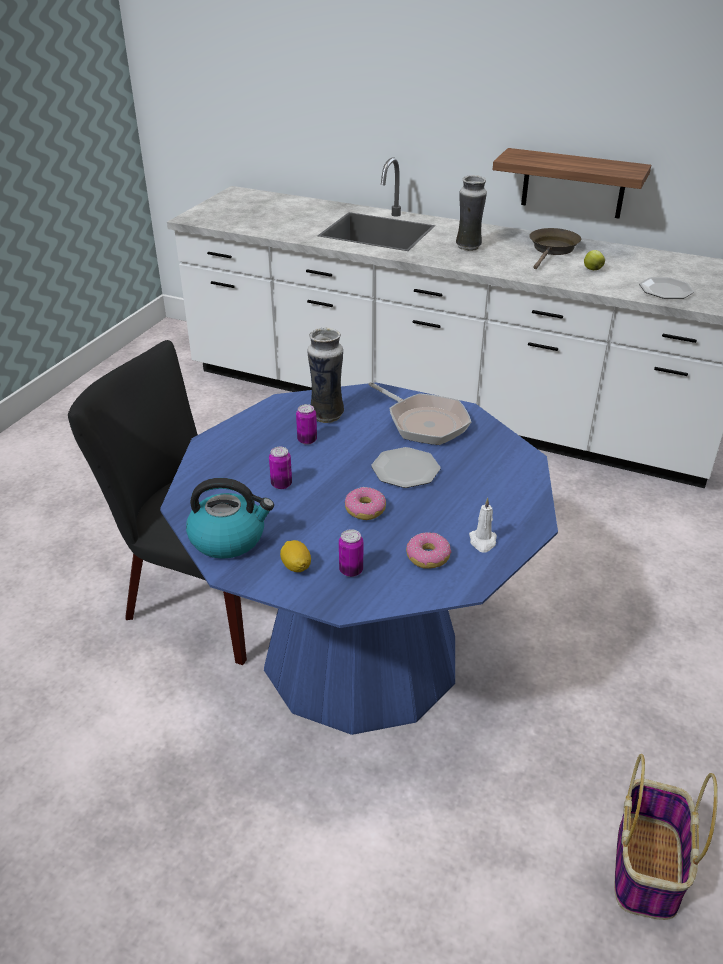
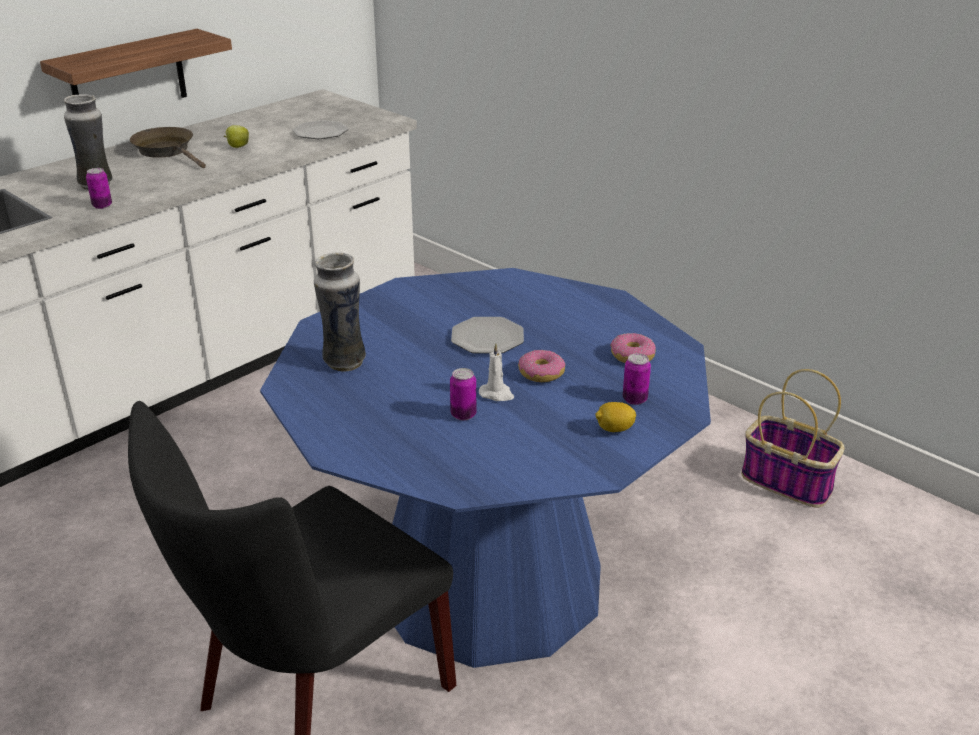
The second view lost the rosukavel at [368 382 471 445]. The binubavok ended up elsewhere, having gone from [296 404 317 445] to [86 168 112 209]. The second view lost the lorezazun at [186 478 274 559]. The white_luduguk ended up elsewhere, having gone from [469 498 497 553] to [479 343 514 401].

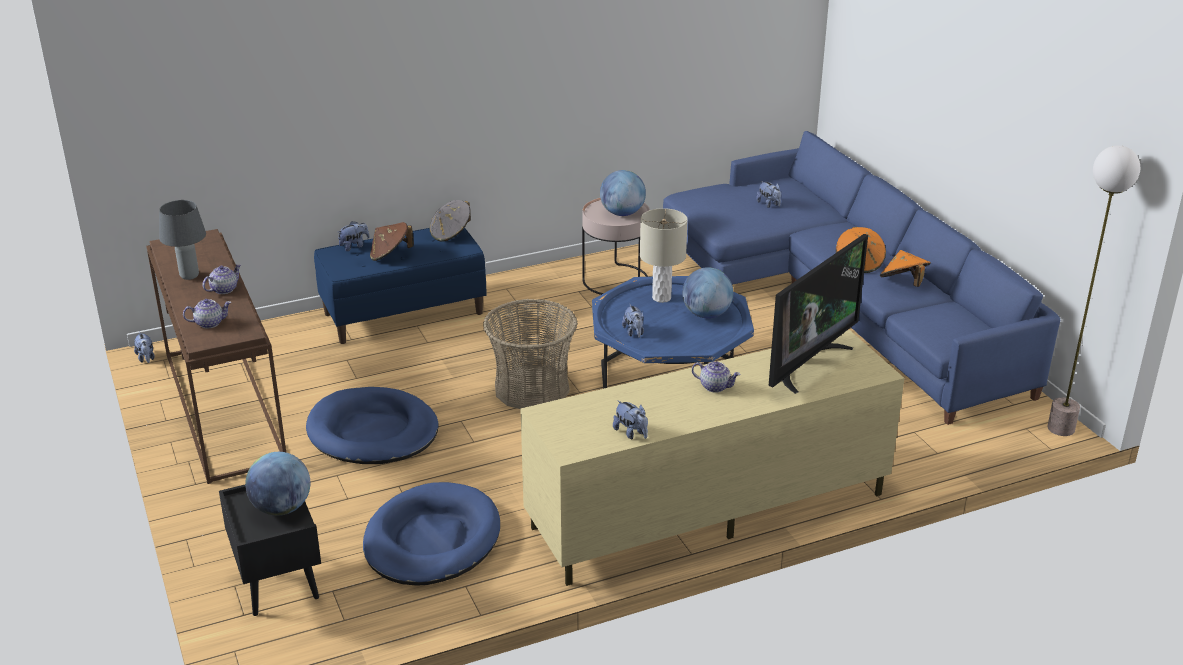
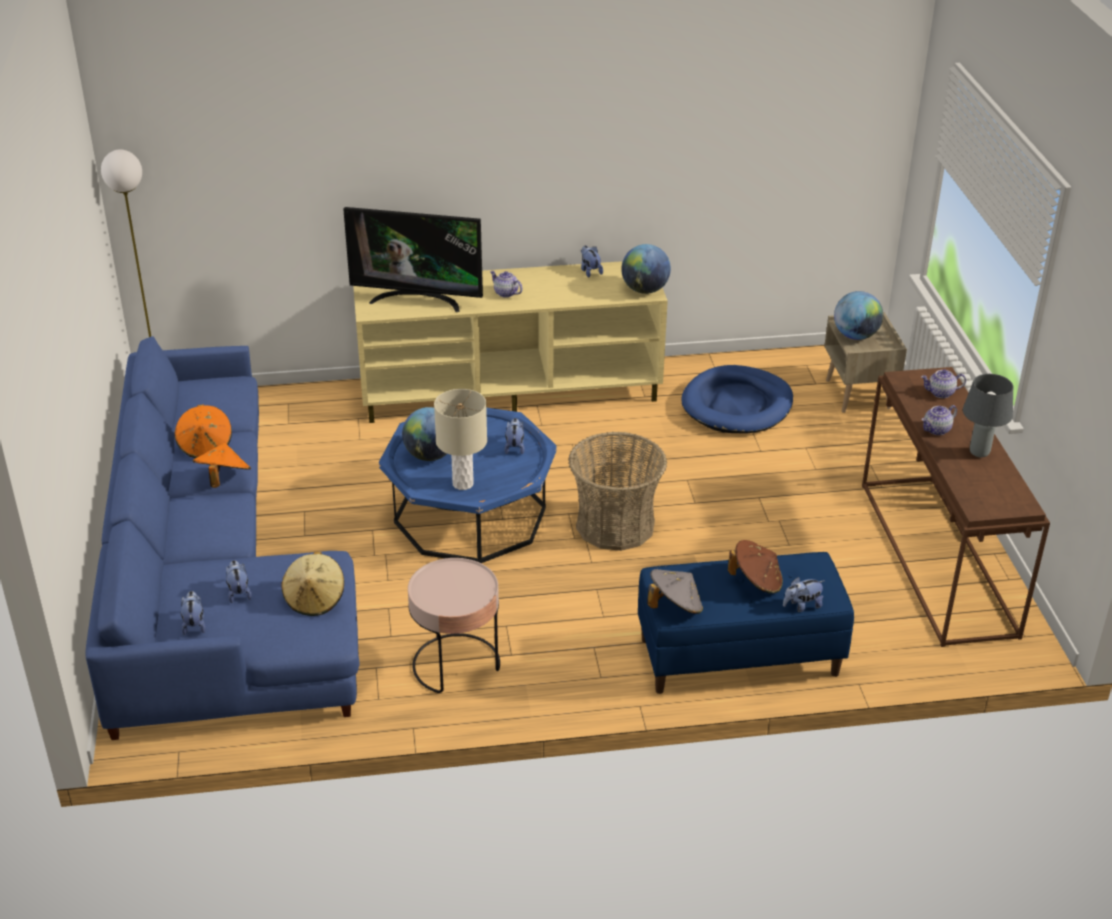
The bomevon ended up elsewhere, having gone from [600 170 646 216] to [621 244 671 294]. The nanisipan at [769 234 868 394] ended up facing another way, 135 degrees counterclockwise from before. The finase ended up elsewhere, having gone from [134 332 155 363] to [181 591 206 635]. The second view lost the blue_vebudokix at [306 387 439 464]. What was the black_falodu at [219 485 321 616] turned into the beige_falodu at [824 312 907 413]. The second view gained the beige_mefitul at [282 552 344 616].

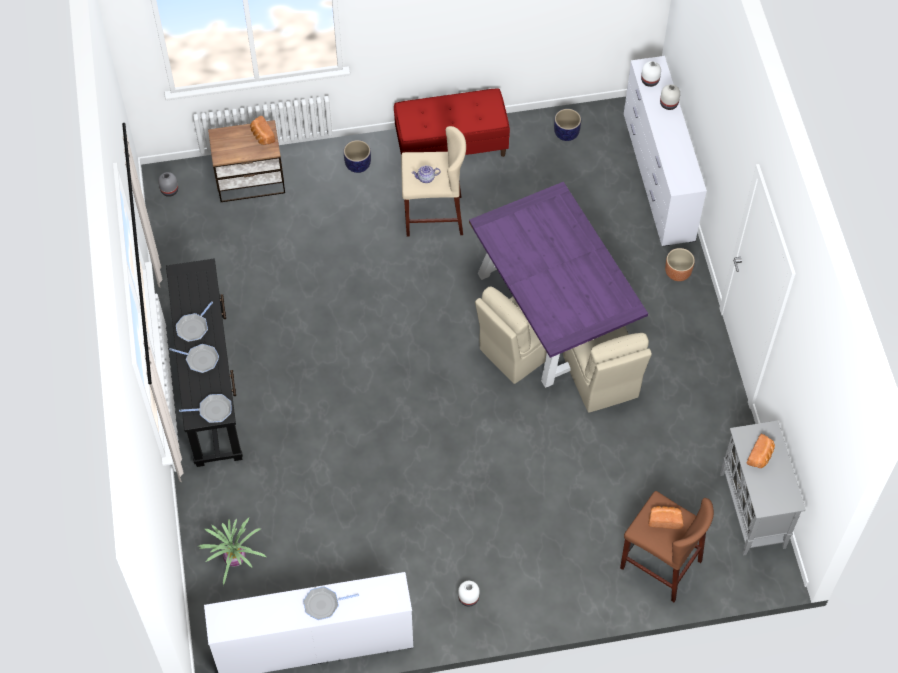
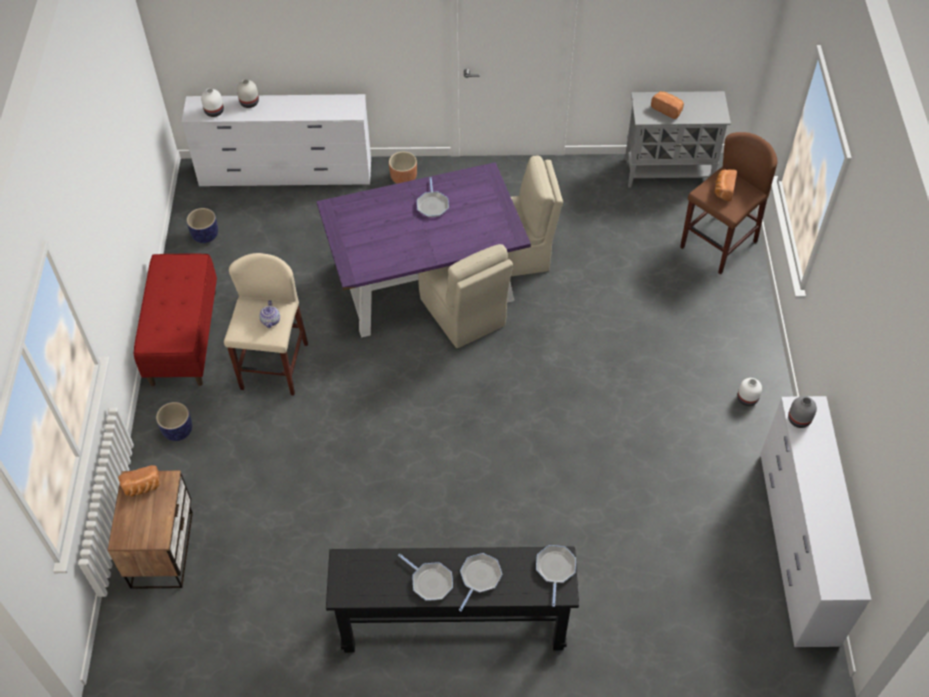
The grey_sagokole ended up elsewhere, having gone from [158 172 178 197] to [788 396 817 428]. The second view lost the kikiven at [197 518 266 586]. The rosukavel ended up elsewhere, having gone from [303 586 359 620] to [417 177 449 217].

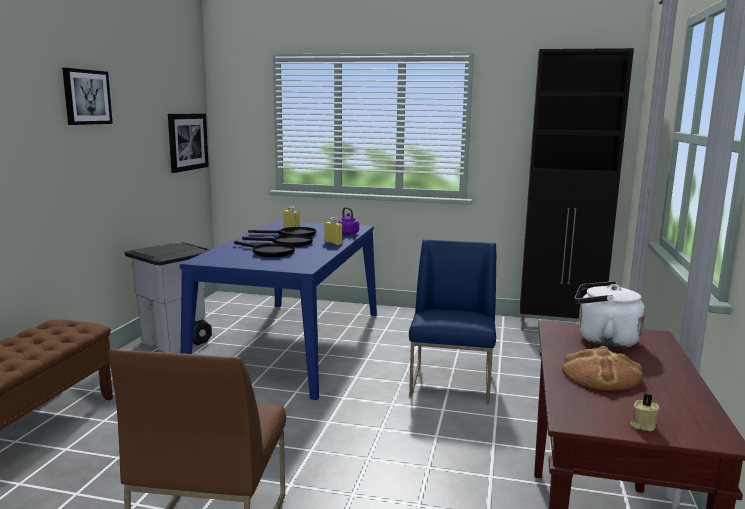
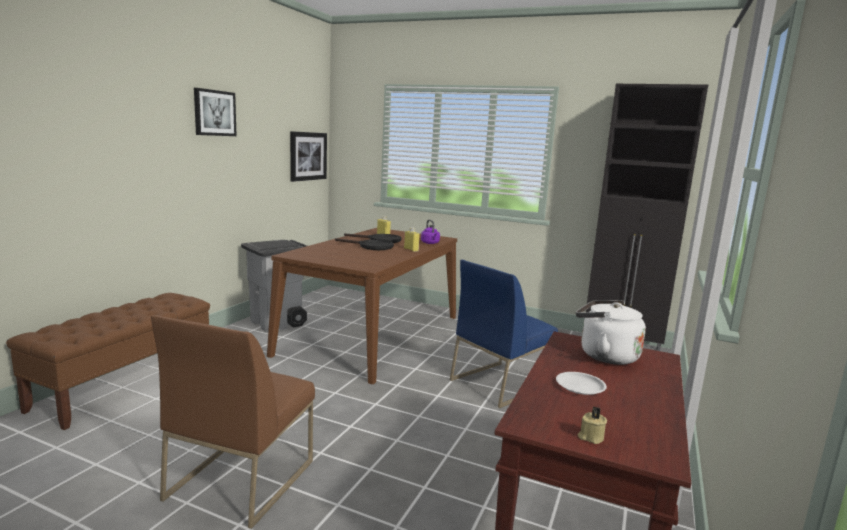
What was the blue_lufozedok at [180 220 377 400] turned into the brown_lufozedok at [267 228 457 384]. The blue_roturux at [409 239 496 404] ended up facing another way, 150 degrees counterclockwise from before. The second view lost the black_rosukavel at [234 241 295 257]. Where the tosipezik stood at [562 346 643 391], the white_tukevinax came to stand at [556 372 607 395].

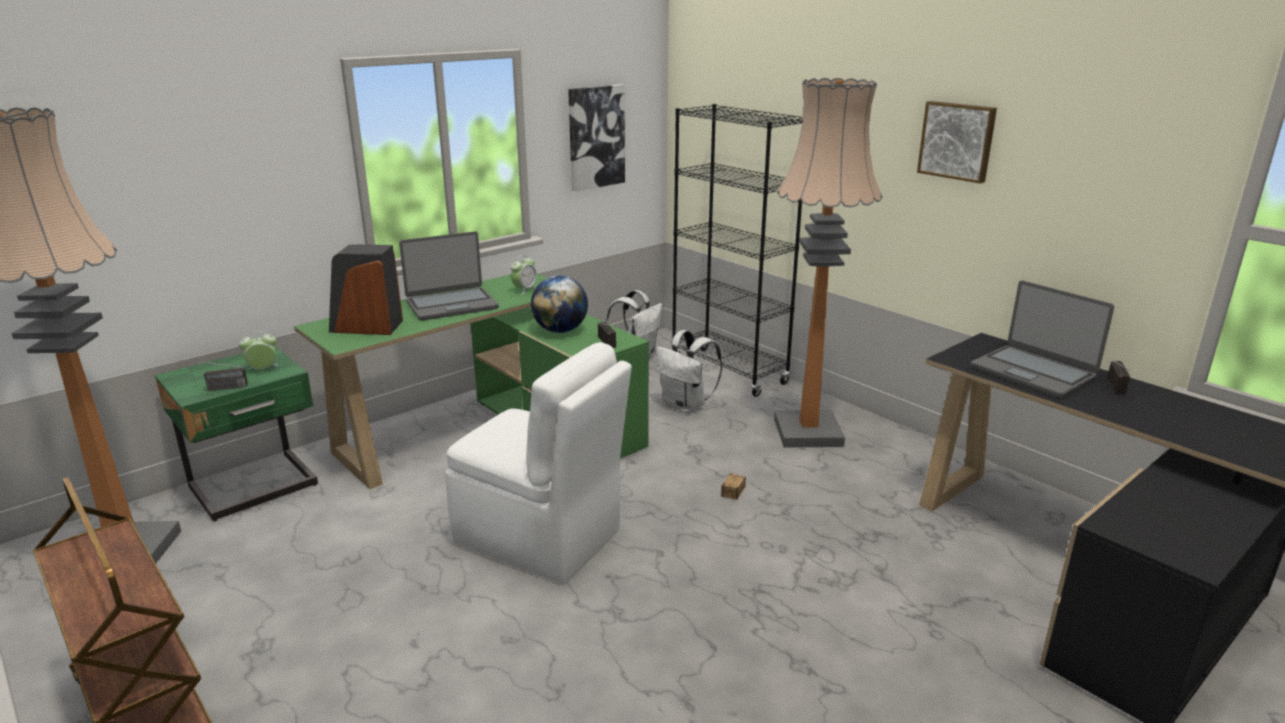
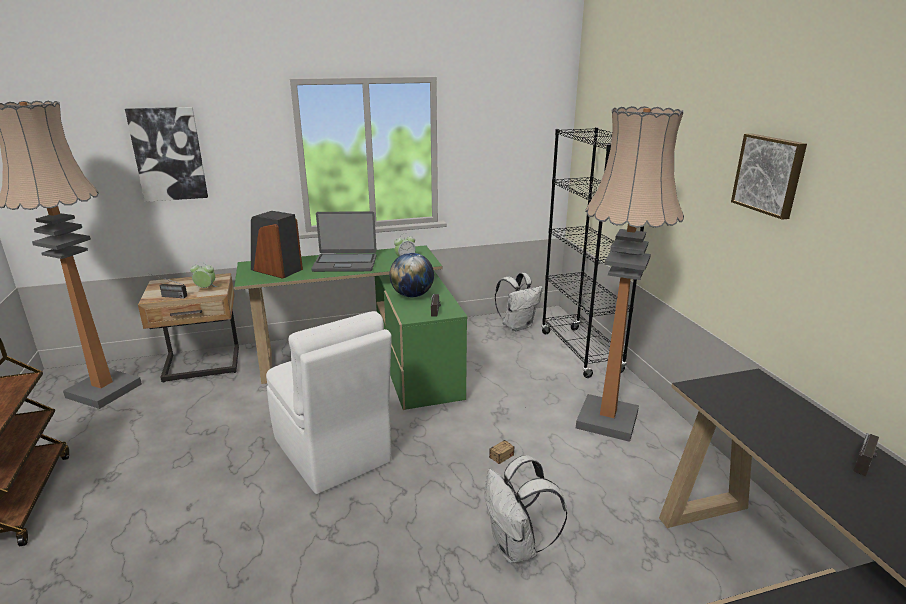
The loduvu ended up elsewhere, having gone from [568 84 625 191] to [125 107 208 202]. The second view lost the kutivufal at [970 281 1114 398]. The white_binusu ended up elsewhere, having gone from [654 330 722 413] to [485 455 567 563]. What was the green_falodu at [155 346 318 521] turned into the beige_falodu at [138 273 239 383].

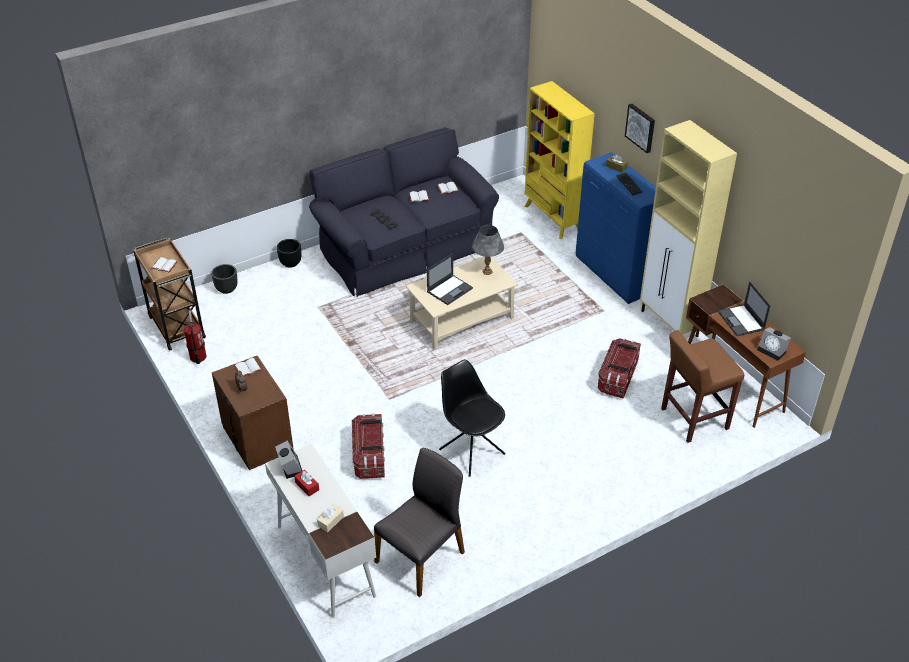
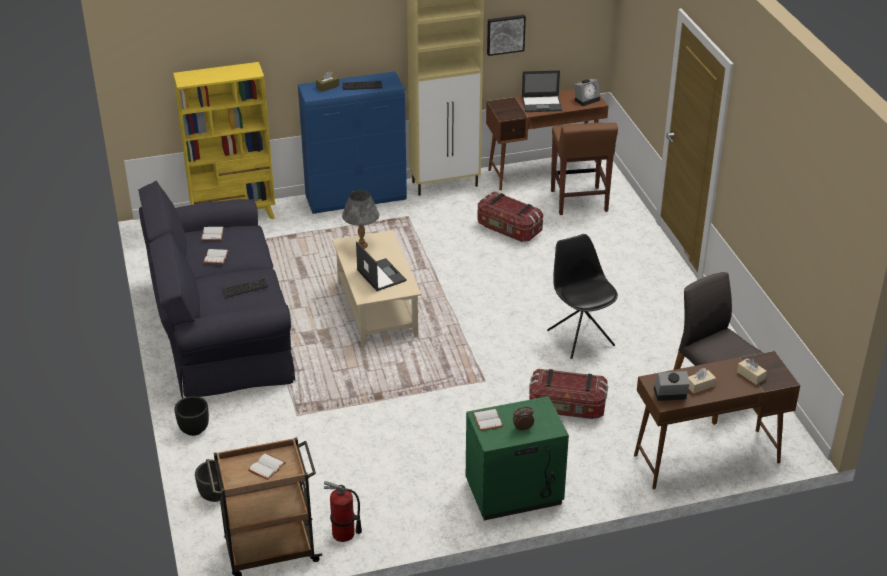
The loduvu ended up elsewhere, having gone from [625 104 655 153] to [487 15 526 56]. What was the brown_falodu at [212 356 294 470] turned into the green_falodu at [466 396 569 521]. The black_roturux at [439 360 506 477] ended up facing another way, 90 degrees clockwise from before. What was the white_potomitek at [265 444 376 618] turned into the brown_potomitek at [634 351 800 489]. What was the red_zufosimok at [294 470 319 496] turned into the beige_zufosimok at [688 368 716 394].

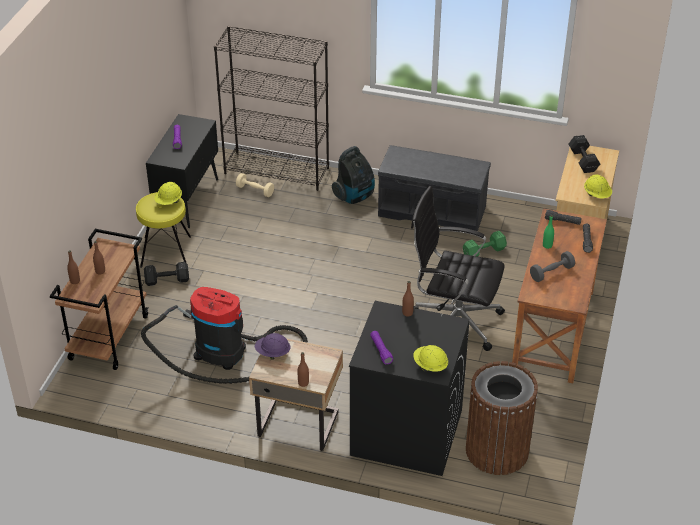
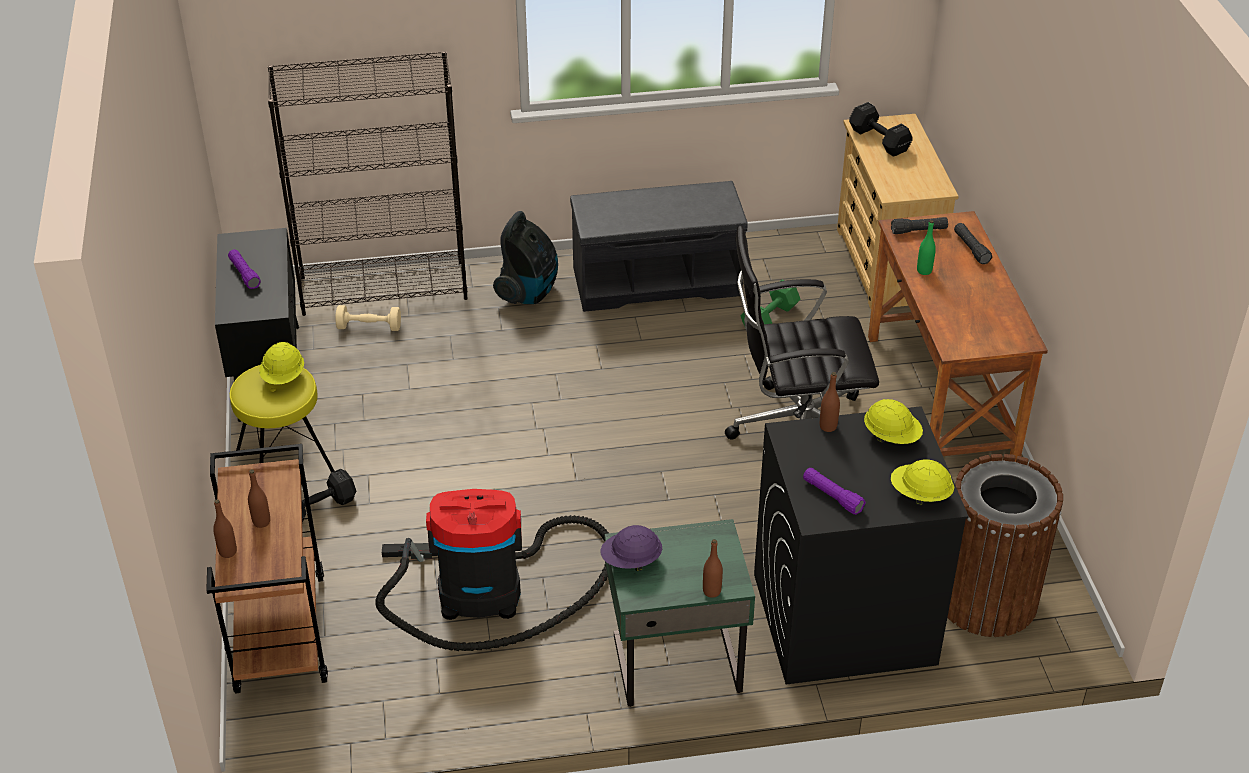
The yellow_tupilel ended up elsewhere, having gone from [584 175 612 198] to [864 399 923 444]. The second view lost the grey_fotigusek at [530 251 575 282]. What was the beige_falodu at [249 338 343 451] turned into the green_falodu at [605 519 755 707].

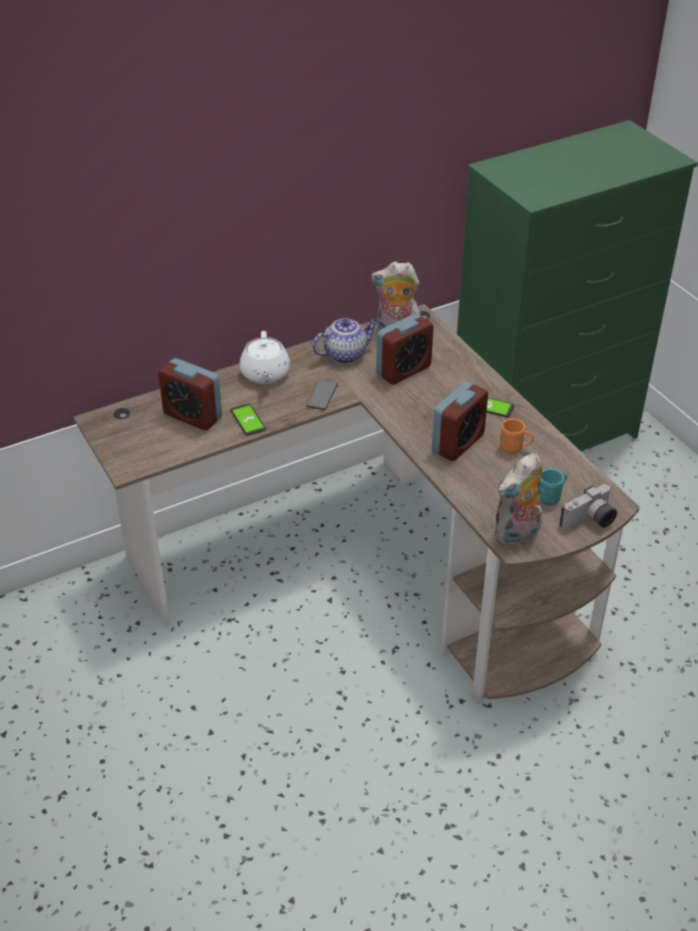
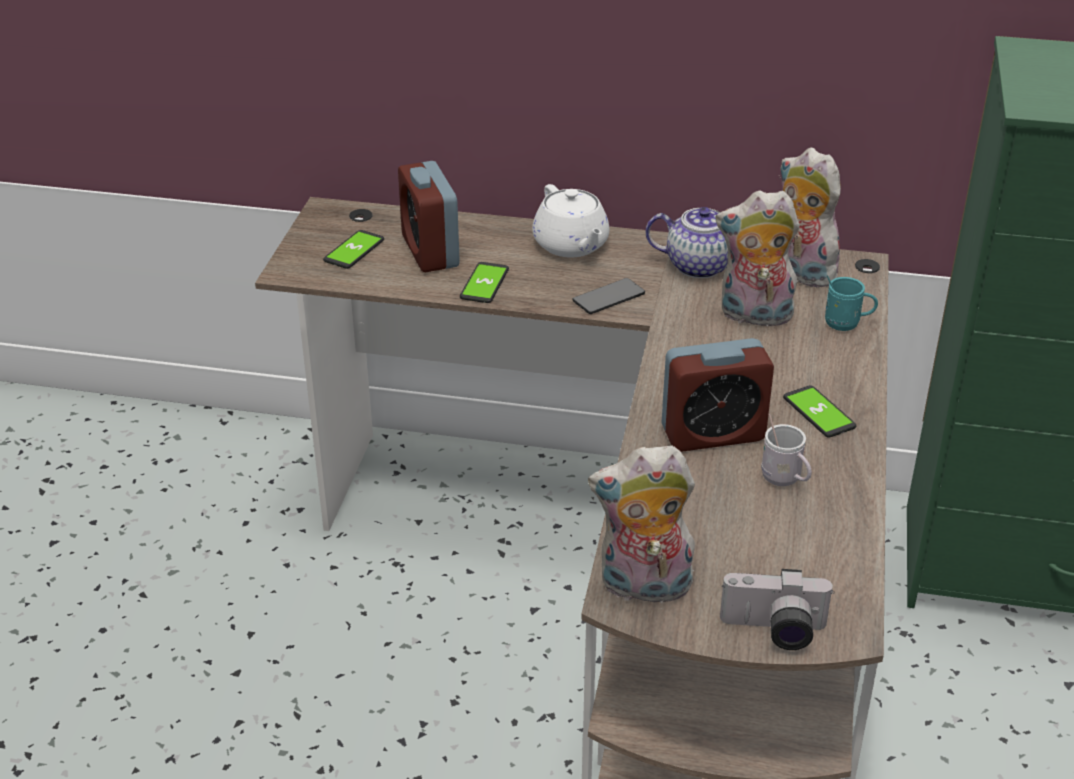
Where the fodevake stood at [376 313 433 384], the finase came to stand at [715 190 800 326]. The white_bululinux at [239 331 290 384] ended up facing another way, 60 degrees counterclockwise from before. What was the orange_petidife at [500 418 534 454] turned into the white_petidife at [761 414 812 486]. The turquoise_petidife ended up elsewhere, having gone from [539 469 567 505] to [825 275 878 331]. The second view gained the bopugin at [323 230 384 269].

